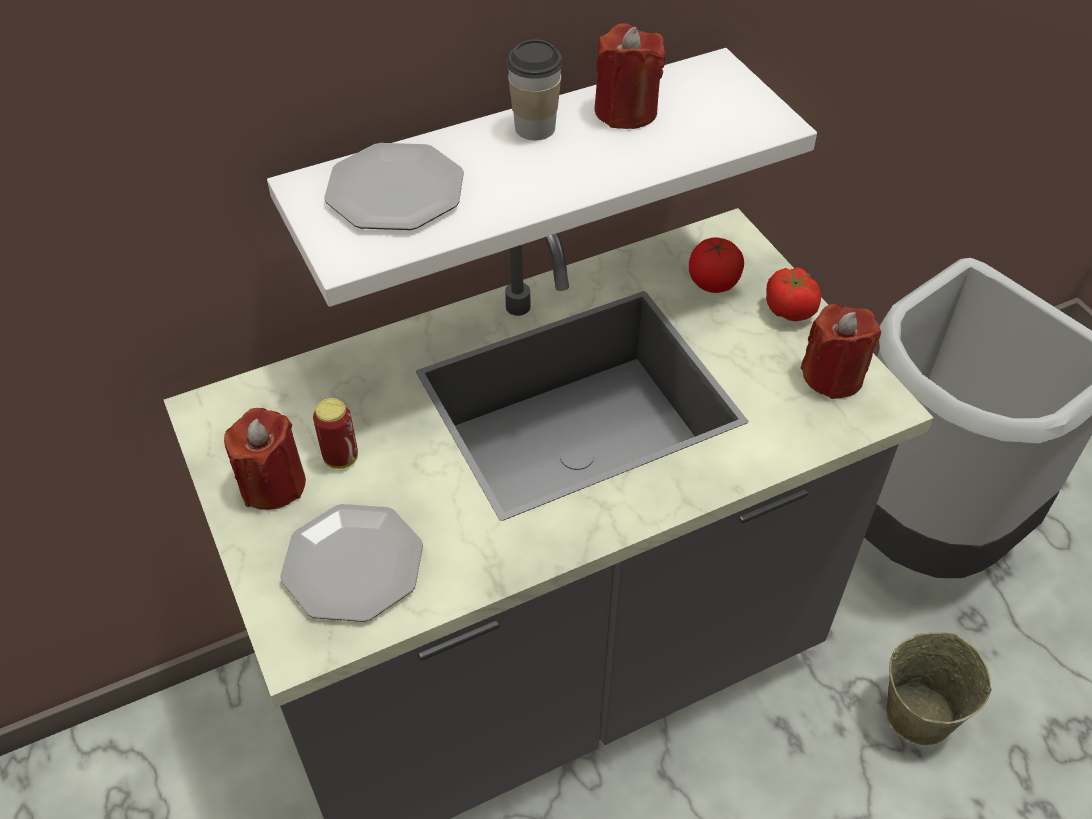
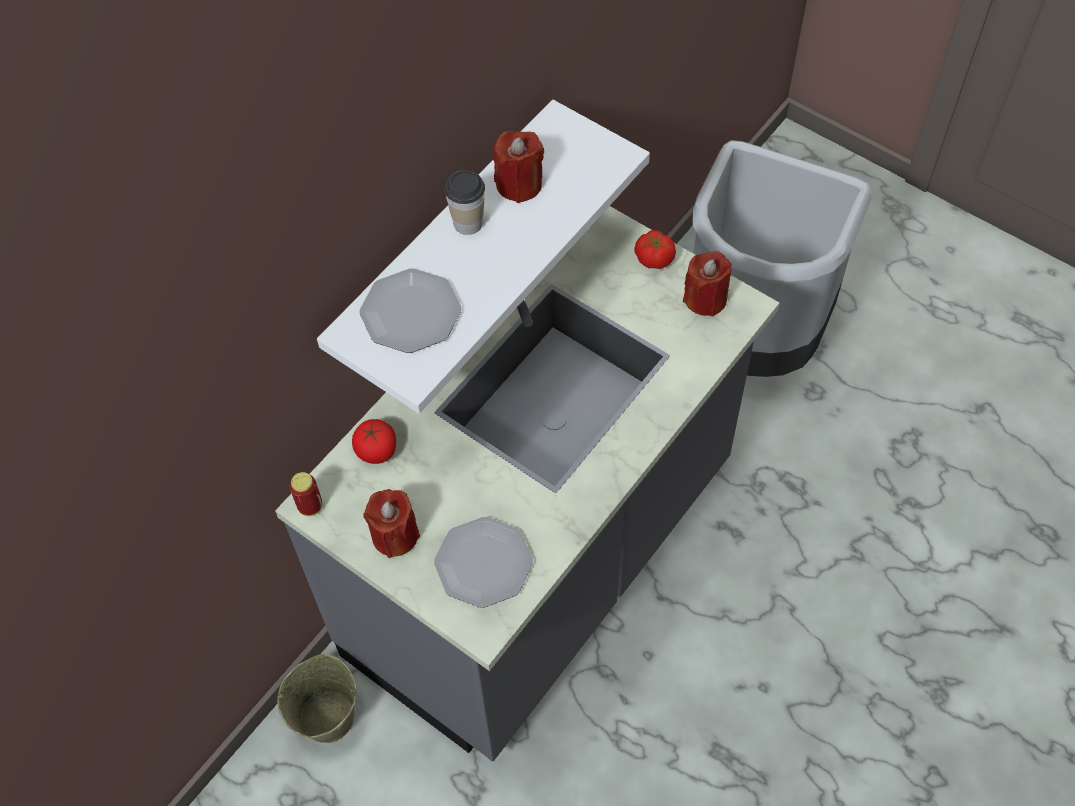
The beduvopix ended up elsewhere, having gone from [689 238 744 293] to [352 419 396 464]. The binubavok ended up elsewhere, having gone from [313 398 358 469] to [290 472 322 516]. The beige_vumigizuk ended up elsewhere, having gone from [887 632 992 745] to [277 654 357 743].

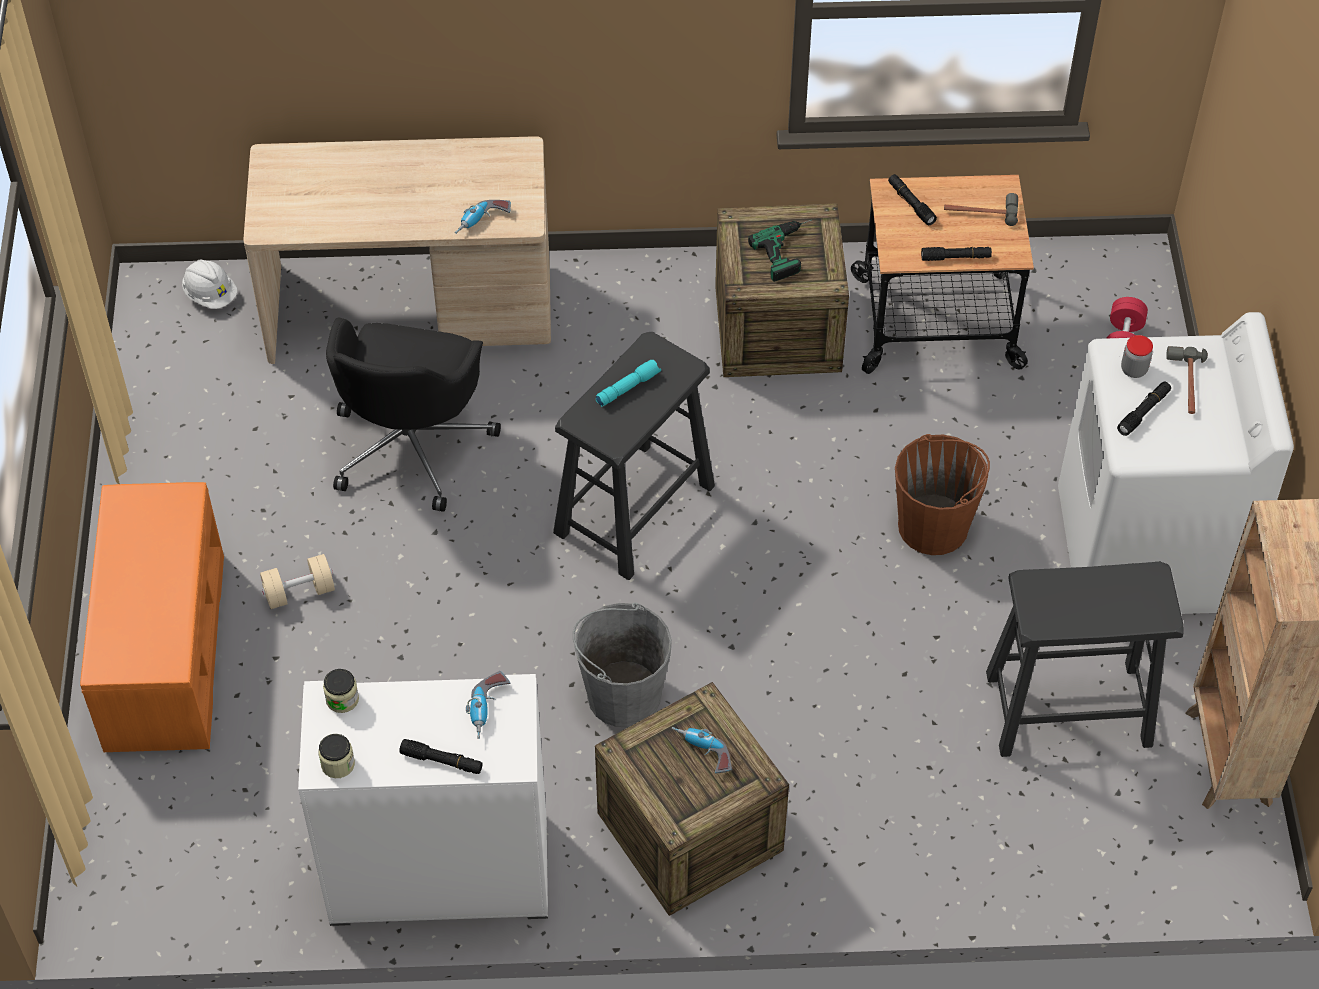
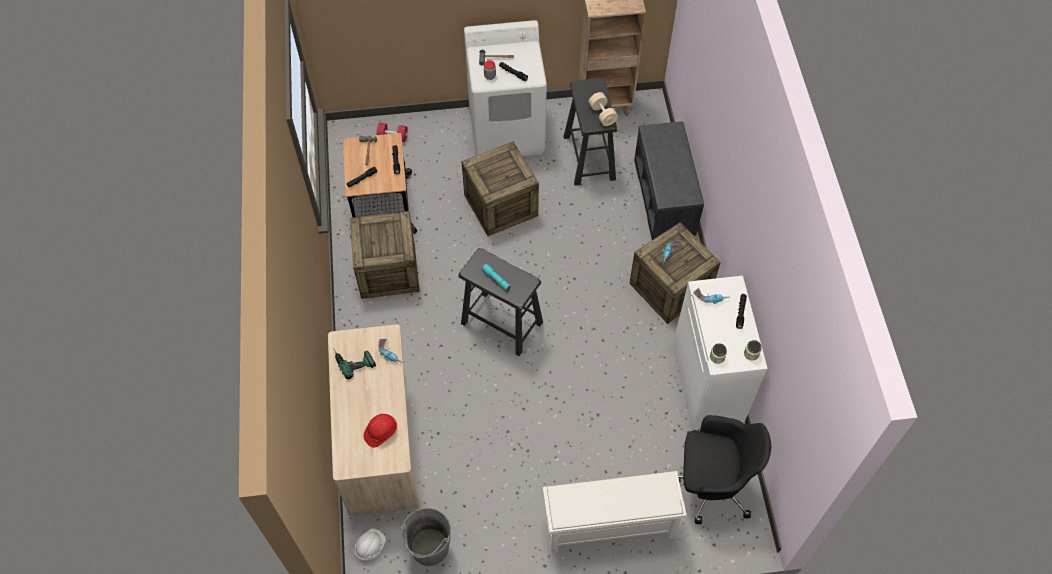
The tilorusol ended up elsewhere, having gone from [748 220 811 282] to [333 348 376 380]. The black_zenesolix ended up elsewhere, having gone from [326 318 501 512] to [678 415 771 524]. Where the brown_vumigizuk stood at [895 434 990 555], the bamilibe came to stand at [461 142 539 236]. Where the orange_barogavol stood at [80 482 224 752], the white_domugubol came to stand at [543 471 687 554]. The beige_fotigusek ended up elsewhere, having gone from [260 554 335 609] to [589 92 618 126]. The grey_vumigizuk ended up elsewhere, having gone from [572 602 672 727] to [401 508 451 566]. The second view gained the grey_barogavol at [634 121 704 240]. The second view gained the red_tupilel at [363 414 397 448].

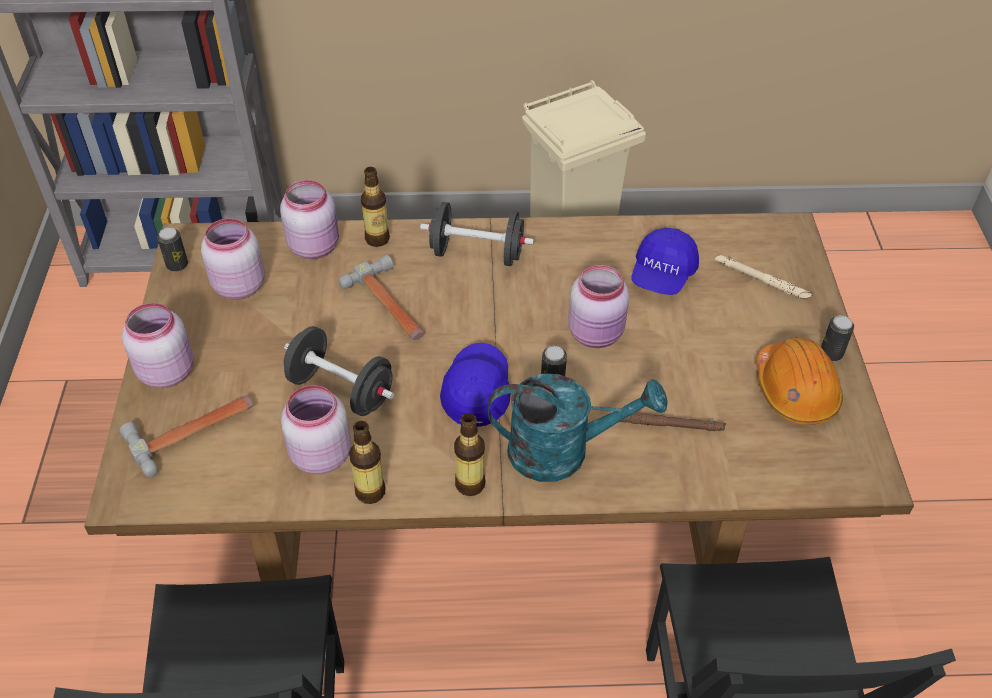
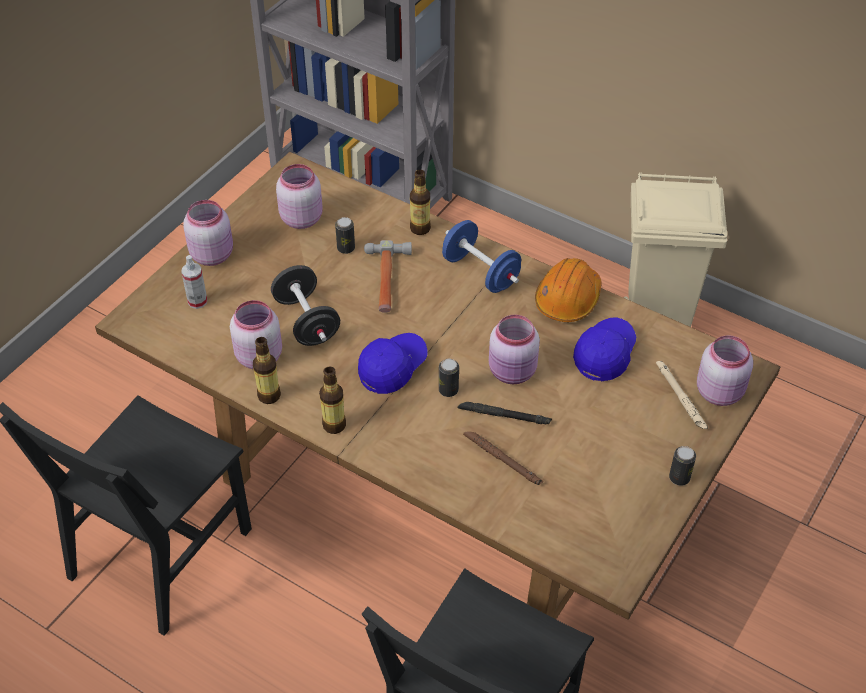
The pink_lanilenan ended up elsewhere, having gone from [280 180 339 259] to [697 335 753 406]. What was the black_fotigusek at [420 202 534 266] turned into the blue_fotigusek at [442 220 521 293]. The binubavok ended up elsewhere, having gone from [157 227 188 272] to [335 217 355 254]. The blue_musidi at [631 228 699 295] ended up facing another way, 150 degrees clockwise from before. The orange_tupilel ended up elsewhere, having gone from [756 338 843 425] to [535 258 602 322]. The second view lost the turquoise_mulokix at [488 374 668 482]. Where the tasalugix stood at [120 395 254 477], the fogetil came to stand at [181 255 207 309]. The second view gained the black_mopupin at [458 402 552 424].

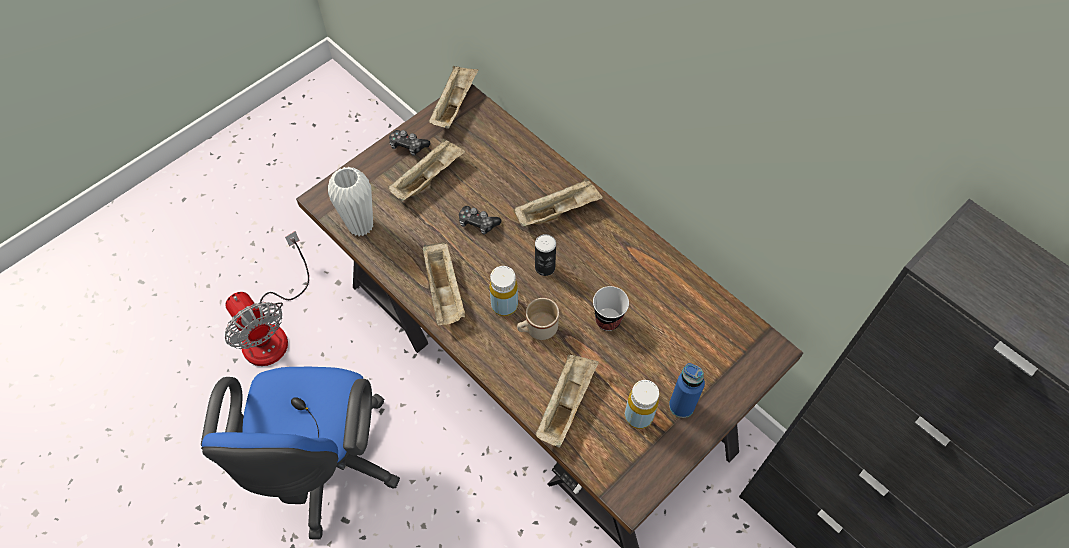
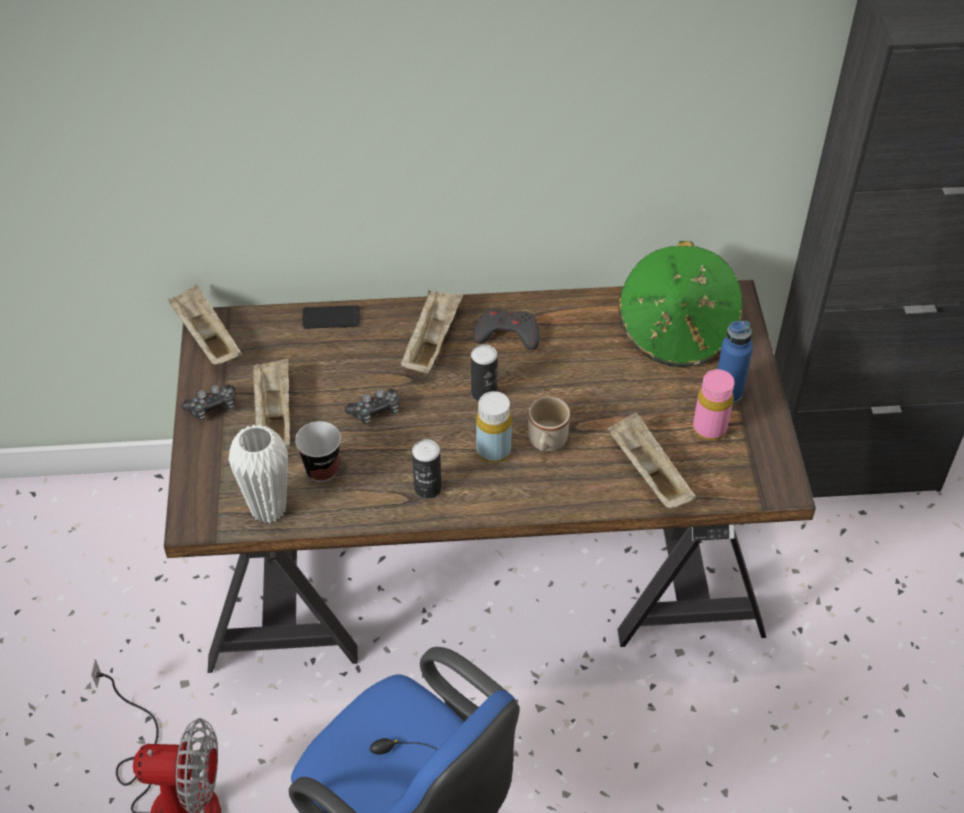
Where the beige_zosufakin stood at [423 242 465 325], the binubavok came to stand at [412 439 442 499]. The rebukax ended up elsewhere, having gone from [593 286 629 331] to [295 421 341 482]. What was the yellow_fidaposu at [625 380 659 429] turned into the pink_fidaposu at [693 369 734 440]. The second view gained the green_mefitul at [618 241 743 367]. The second view gained the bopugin at [302 305 360 329]. The second view gained the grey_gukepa at [473 308 540 350].

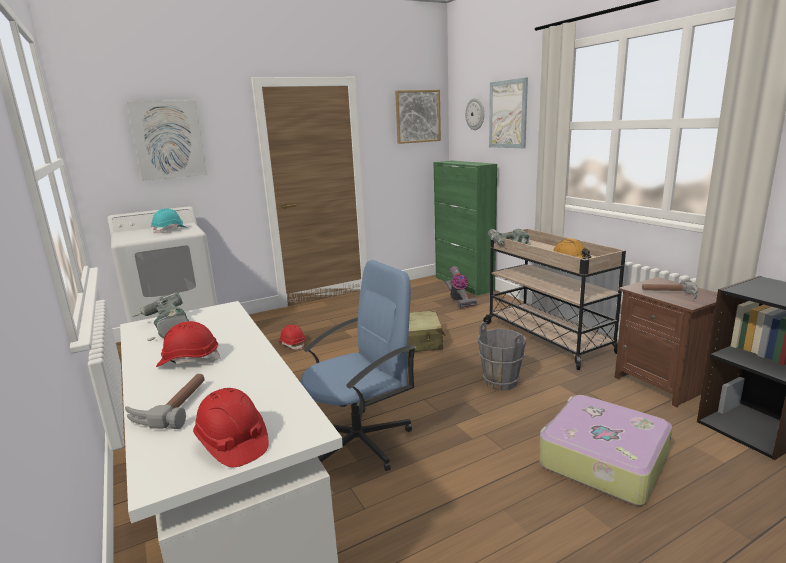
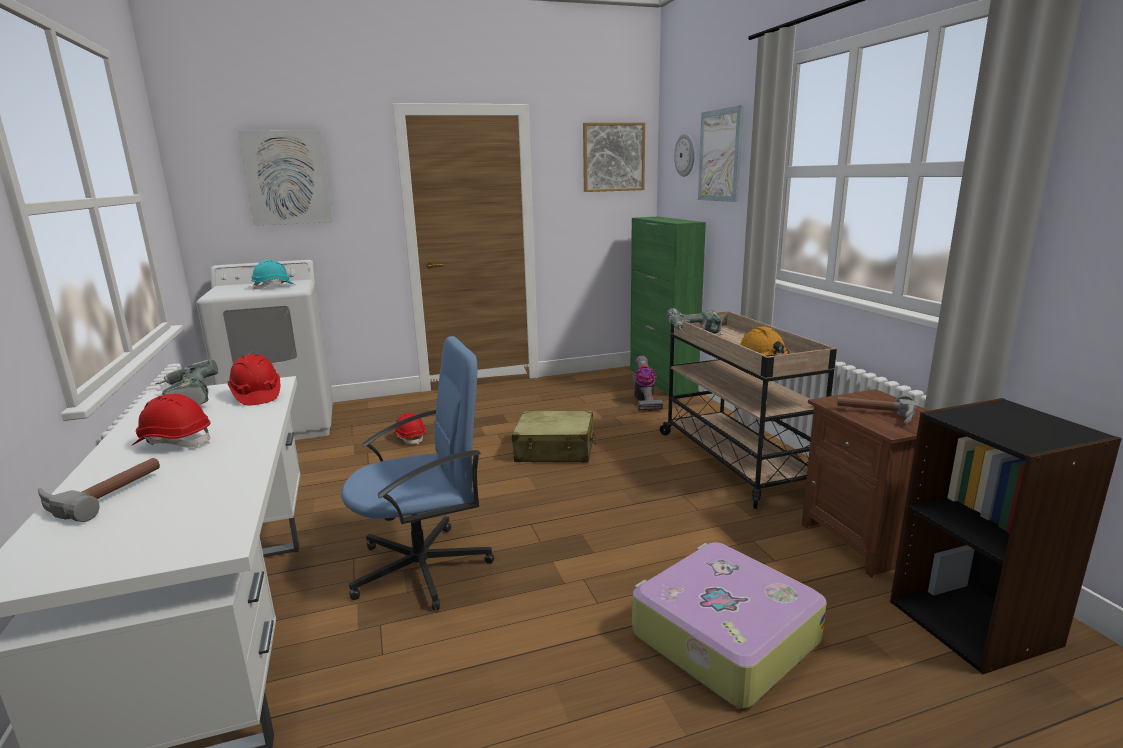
The second view lost the grey_vumigizuk at [478 322 526 391]. The red_tupilel ended up elsewhere, having gone from [193 388 269 467] to [228 354 280 406].

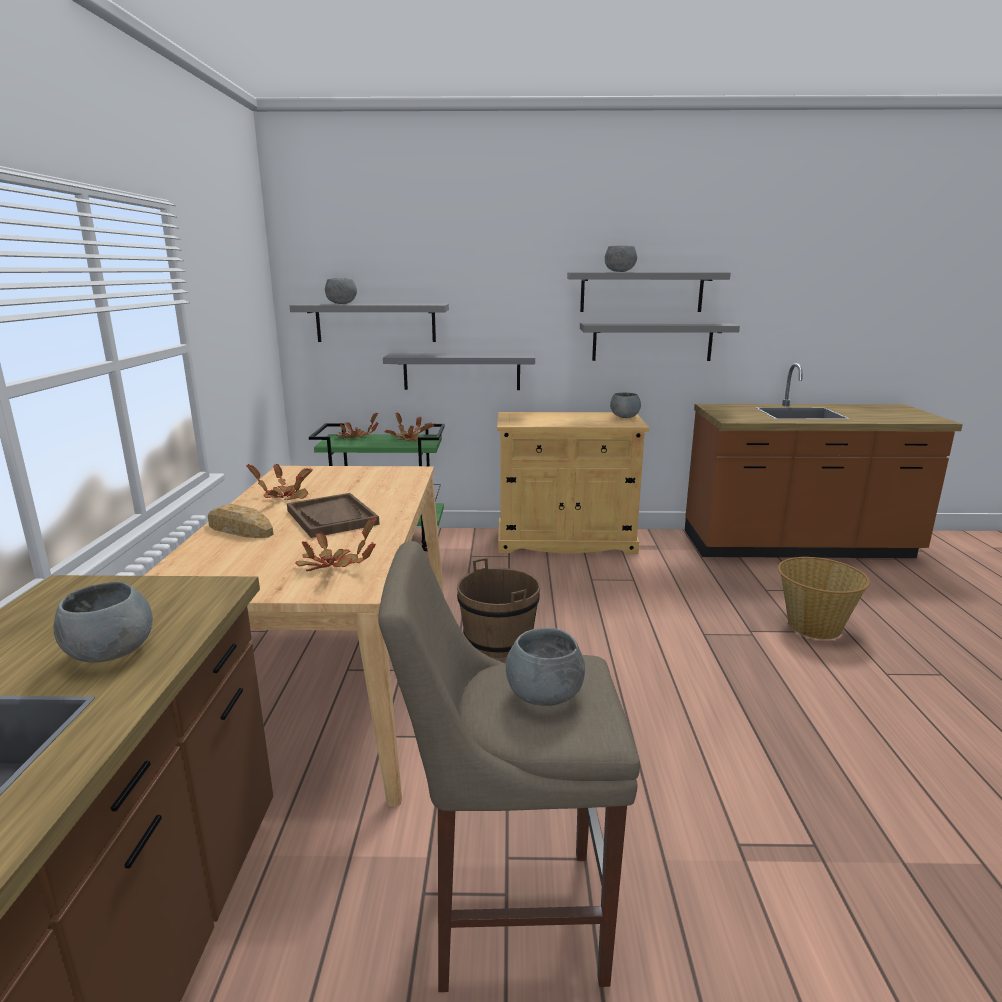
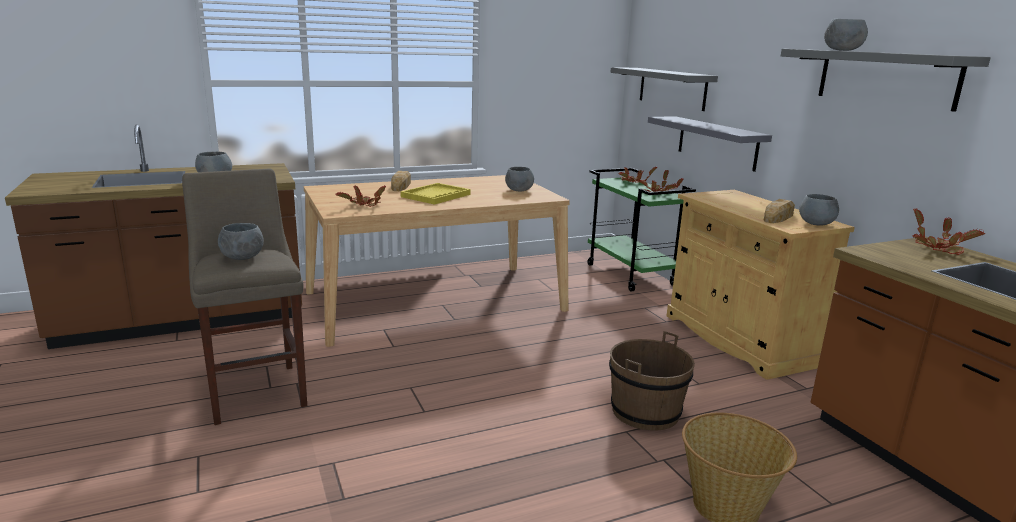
The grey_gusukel ended up elsewhere, having gone from [325 278 357 304] to [505 167 534 192]. The second view lost the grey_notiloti at [580 323 740 361]. The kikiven ended up elsewhere, having gone from [246 464 313 500] to [912 208 985 255]. What was the brown_zosufakin at [287 493 380 538] turned into the yellow_zosufakin at [401 183 471 205]. The brown_vumigizuk ended up elsewhere, having gone from [457 558 540 658] to [609 331 695 431]. The second view gained the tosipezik at [764 199 795 223].

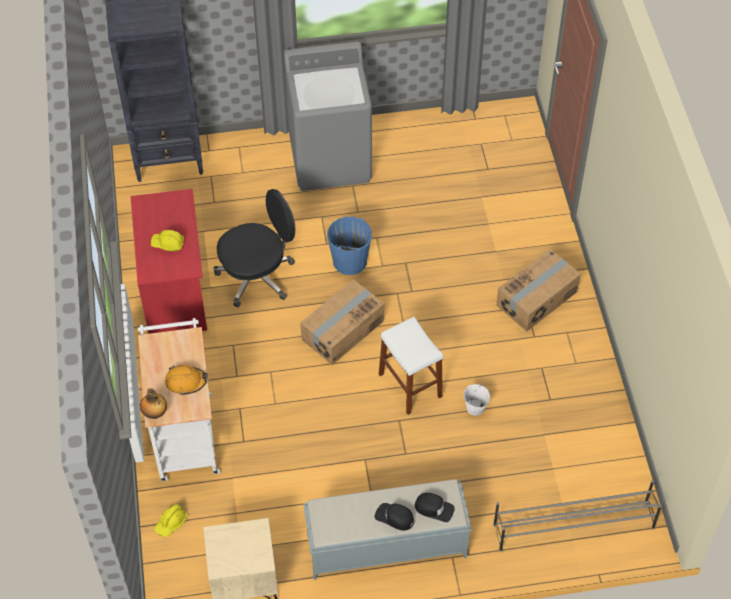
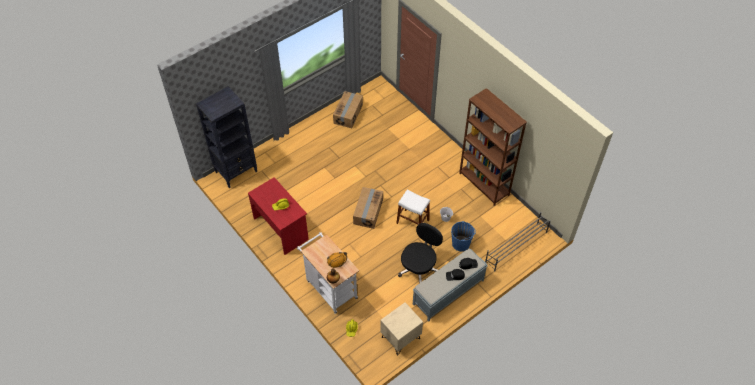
The second view lost the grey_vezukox at [284 42 372 191]. The black_zenesolix ended up elsewhere, having gone from [213 189 295 307] to [398 223 443 283]. The blue_vumigizuk ended up elsewhere, having gone from [327 217 372 275] to [451 221 476 251]. The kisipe ended up elsewhere, having gone from [496 249 581 331] to [333 91 363 128]. The second view gained the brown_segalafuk at [459 88 527 206].

